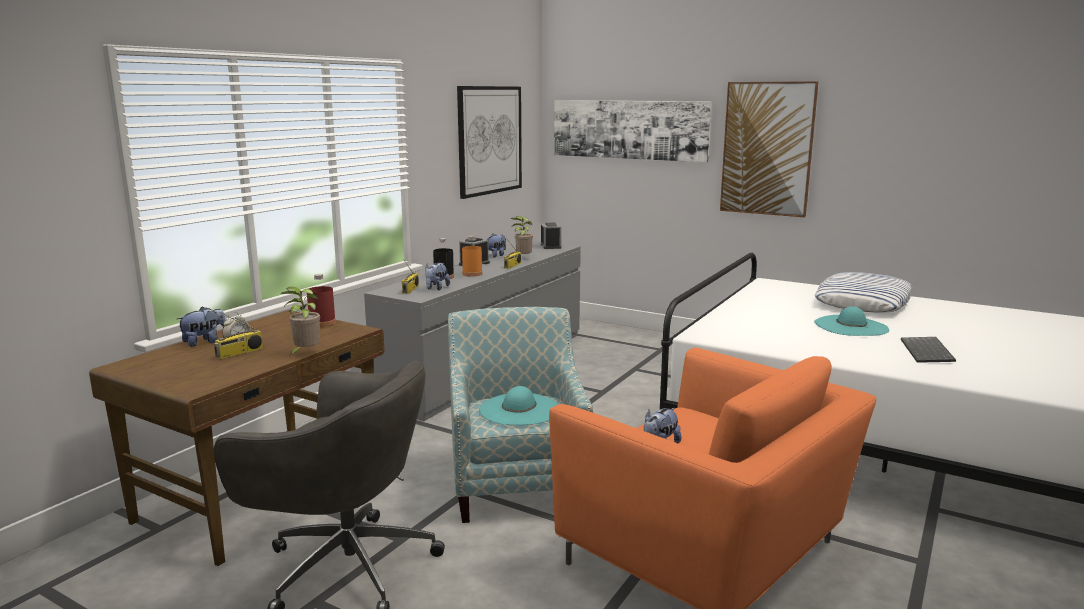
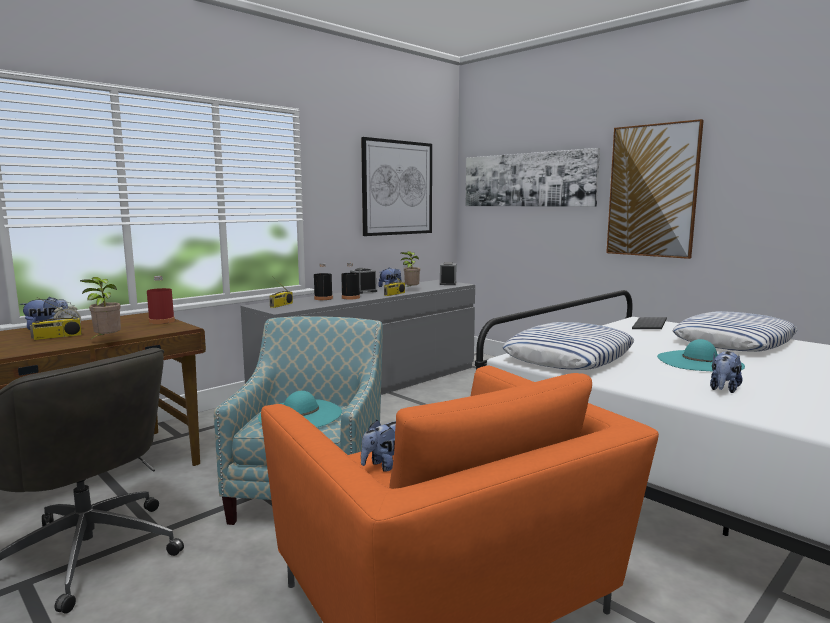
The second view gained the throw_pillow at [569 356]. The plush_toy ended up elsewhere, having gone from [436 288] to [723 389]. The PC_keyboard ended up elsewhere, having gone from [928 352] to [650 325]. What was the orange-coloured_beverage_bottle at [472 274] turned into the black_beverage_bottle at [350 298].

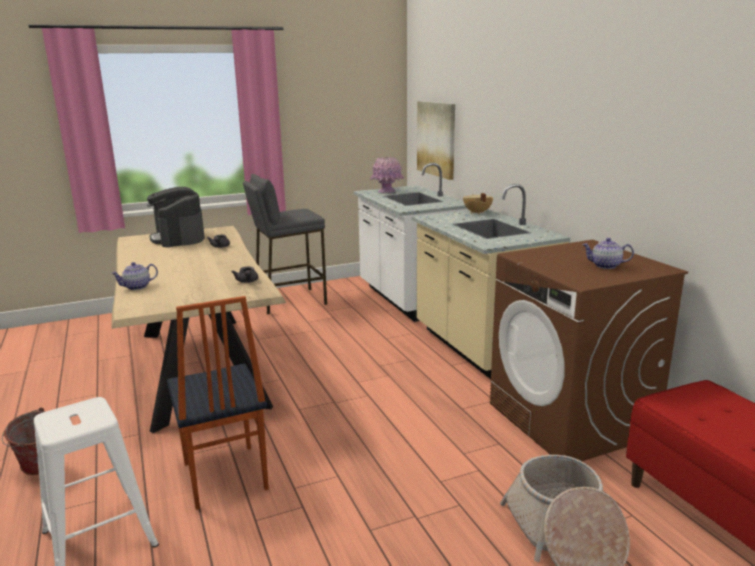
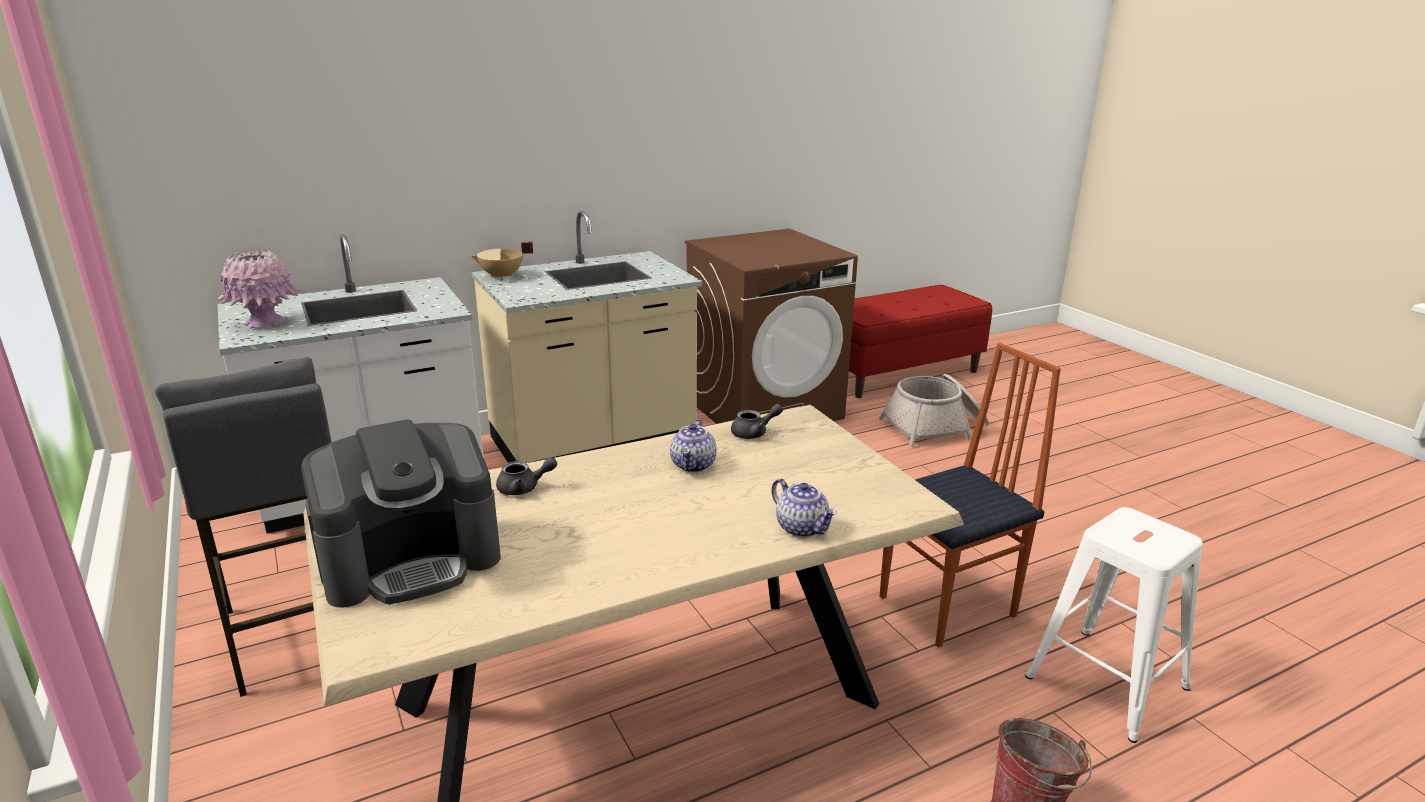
The second view lost the wall_picture at [436 139]. The pot_for_tea ended up elsewhere, having gone from [605 266] to [693 465].

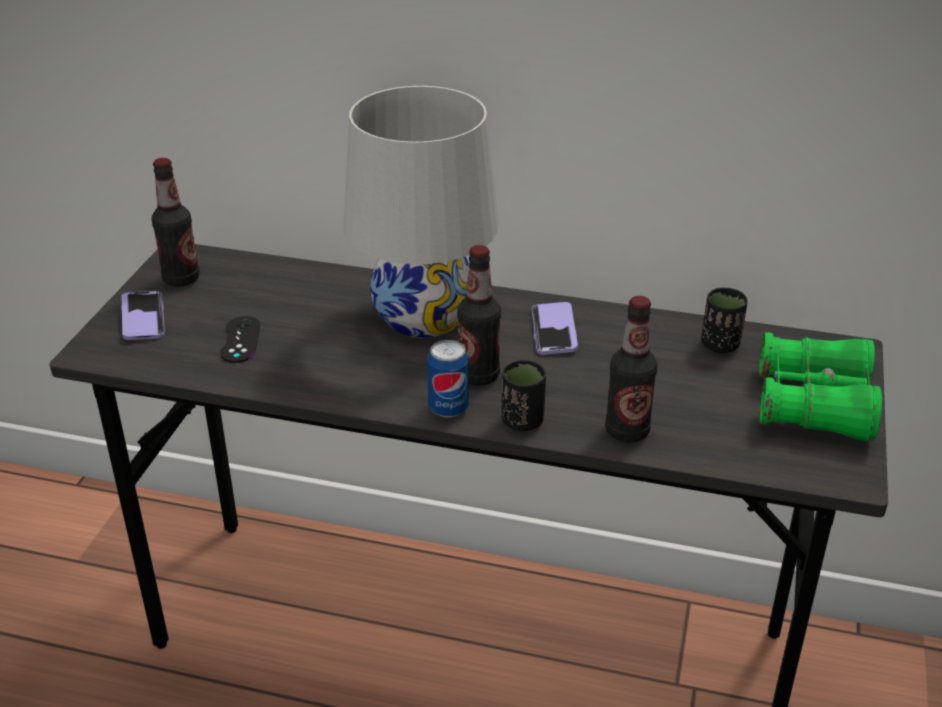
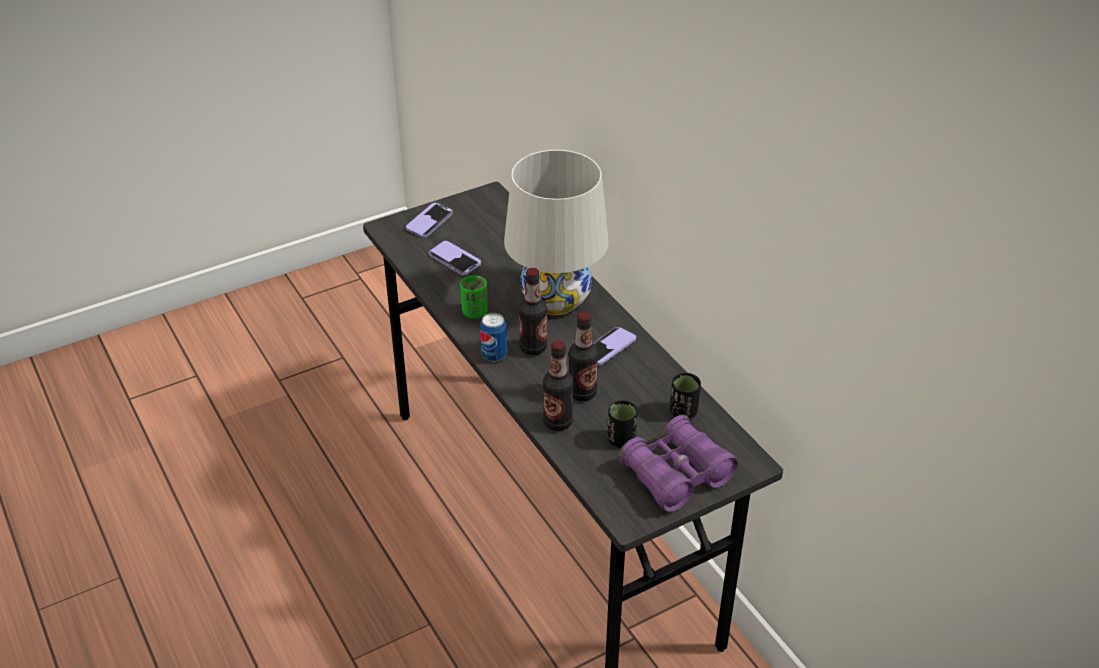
The second view gained the green-coloured_drinking_cup at [475 312]. The beverage_bottle ended up elsewhere, having gone from [181 279] to [582 393]. The black_drinking_cup ended up elsewhere, having gone from [522 421] to [621 440]. Where the black_gamepad stood at [240 340], the handset came to stand at [454 260]. What was the green-coloured_pair_of_binoculars at [814 404] turned into the purple-coloured_pair_of_binoculars at [676 475].

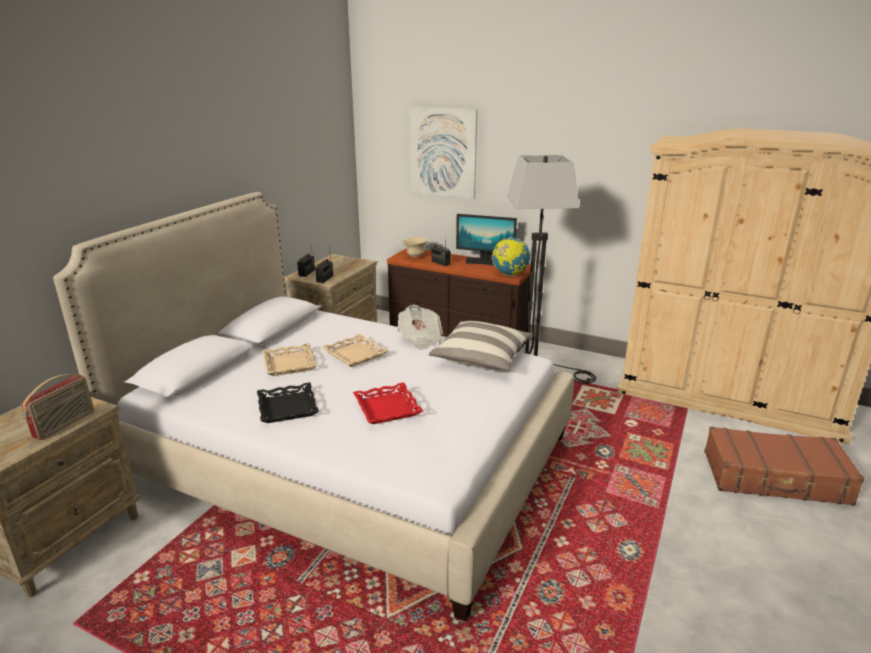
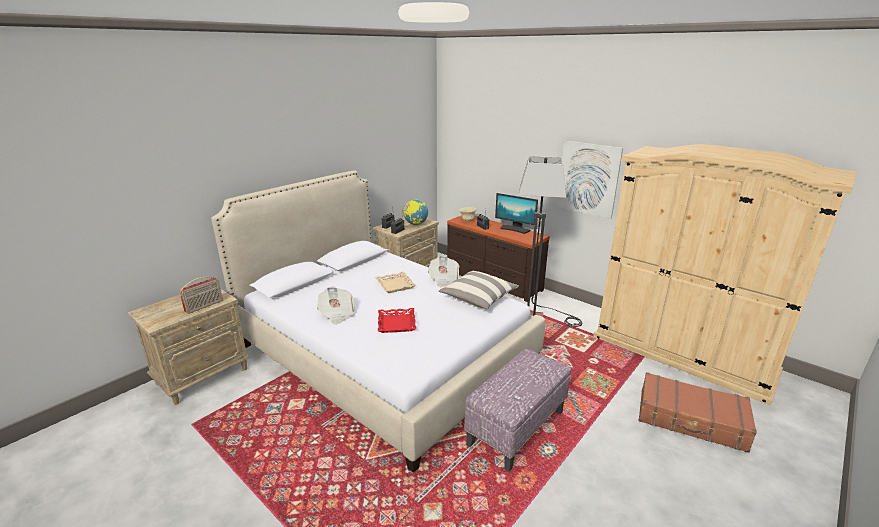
The second view lost the beige_tray at [289 364]. The second view gained the ottoman at [516 427]. The wall_picture ended up elsewhere, having gone from [442 152] to [588 179]. The globe ended up elsewhere, having gone from [509 274] to [415 224]. Where the black_tray stood at [288 407], the printed_paper came to stand at [337 314].

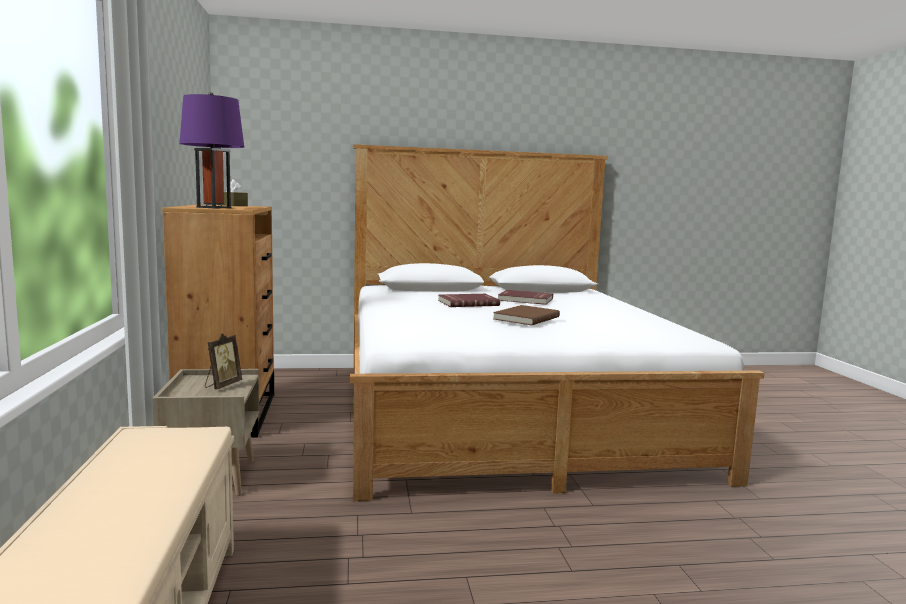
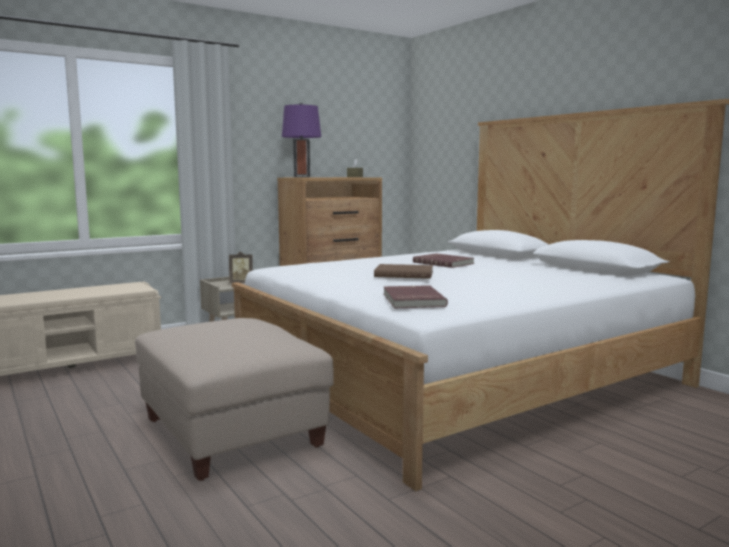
The second view gained the beige_ottoman at [232 433]. The reddish_book ended up elsewhere, having gone from [525 300] to [412 300].

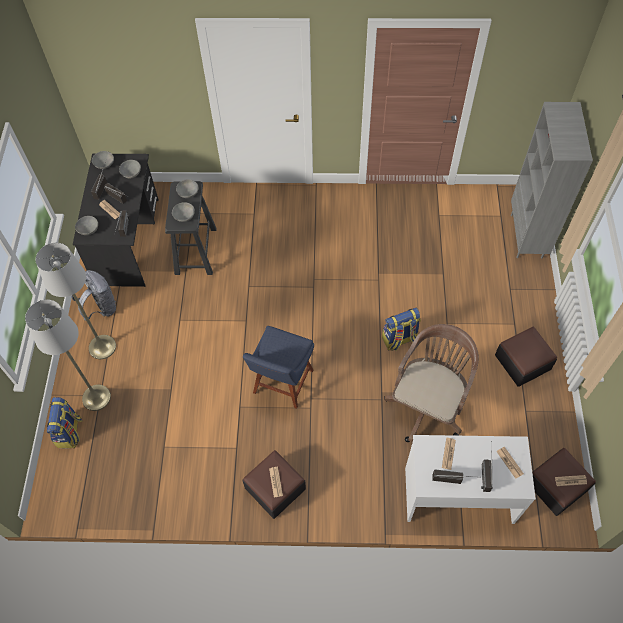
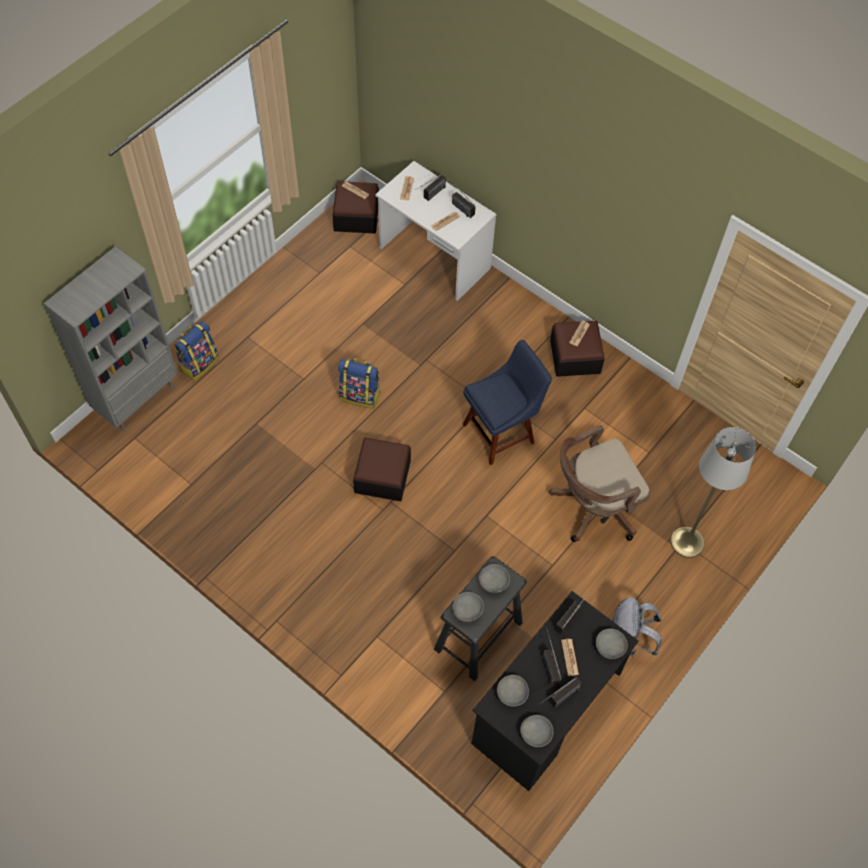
The second view lost the greyish_standing_lamp at [102 347]. The rucksack ended up elsewhere, having gone from [70 432] to [199 364]. The brown-coloured_office_chair ended up elsewhere, having gone from [428 403] to [592 507]. The ottoman ended up elsewhere, having gone from [522 362] to [382 476].

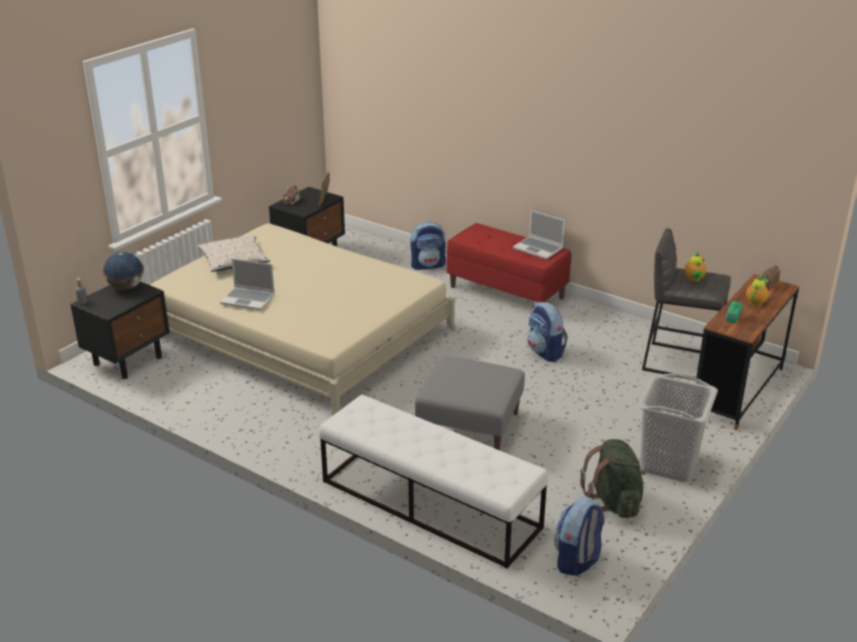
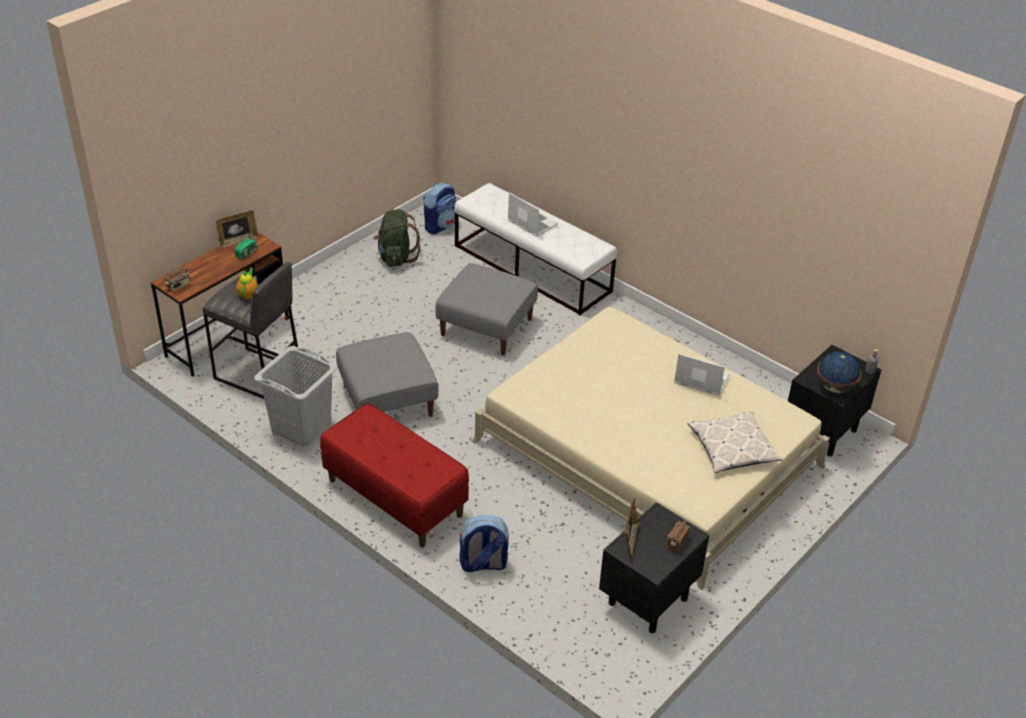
The second view lost the pot_for_tea at [756 302]. The second view gained the photo_frame at [238 241]. The notebook_computer ended up elsewhere, having gone from [539 249] to [531 223]. The greyish_hamper ended up elsewhere, having gone from [669 463] to [301 427]. Where the rucksack stood at [545 352], the greyish_ottoman came to stand at [387 400].

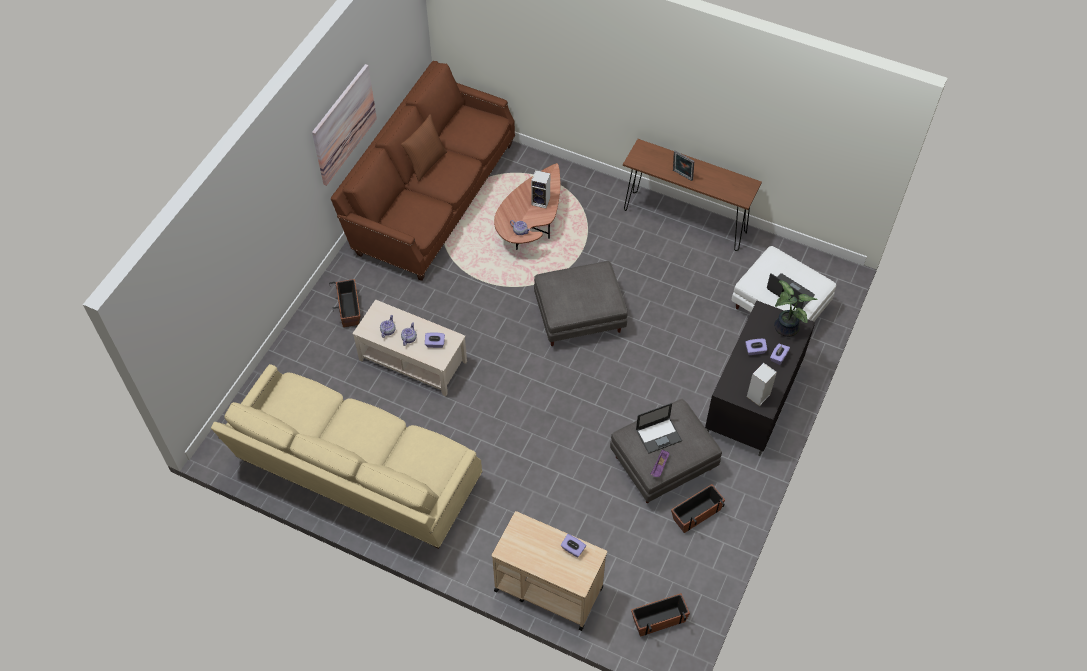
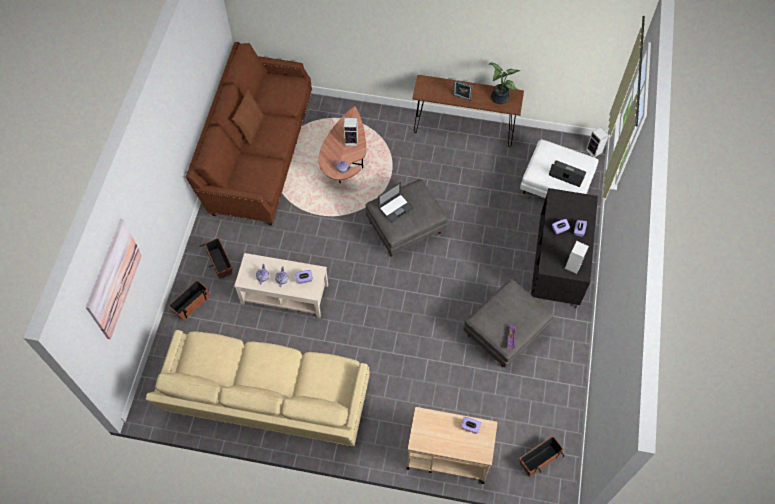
The second view gained the loudspeaker at [594 151]. The wall_picture ended up elsewhere, having gone from [344 124] to [113 279]. The notebook_computer ended up elsewhere, having gone from [659 435] to [396 207]. The planter ended up elsewhere, having gone from [696 514] to [191 304]. The houseplant ended up elsewhere, having gone from [784 327] to [498 98].

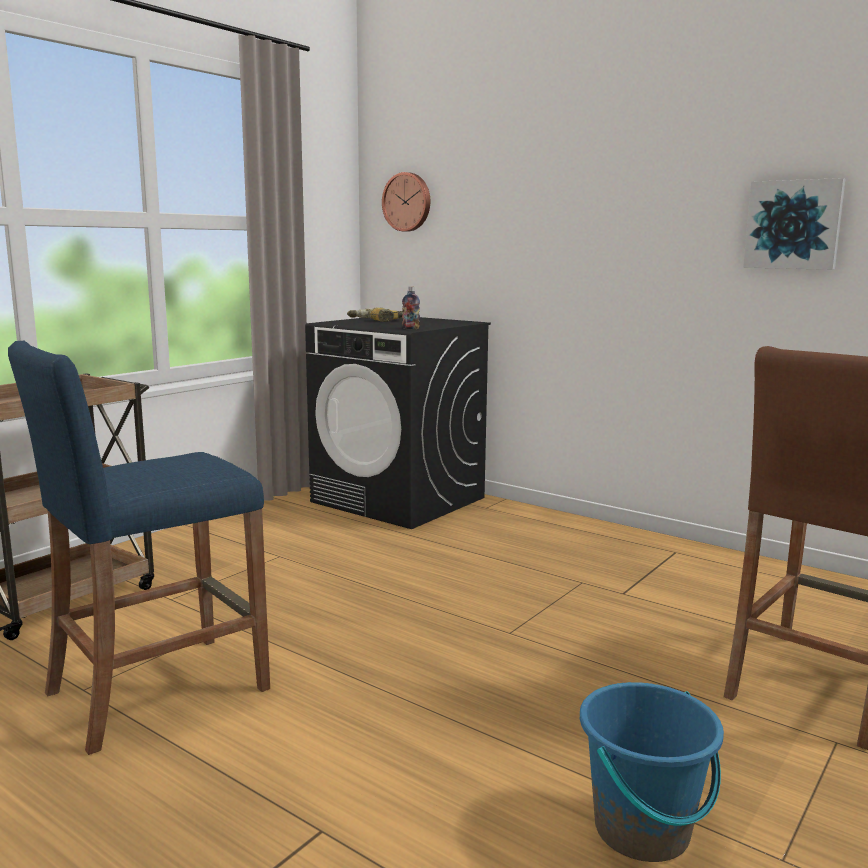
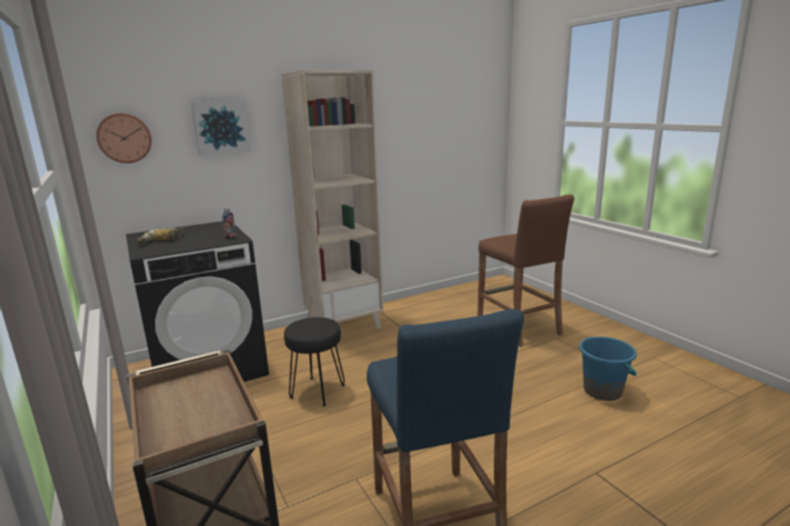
The second view gained the beige_shelving_unit at [344 326]. The second view gained the black_stool_seat at [317 390]. The wall_picture ended up elsewhere, having gone from [793 225] to [221 127].

